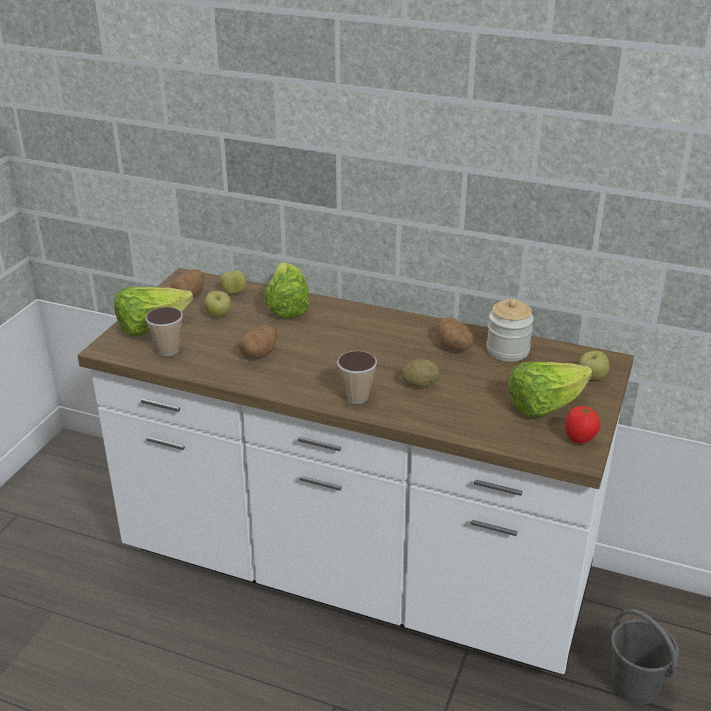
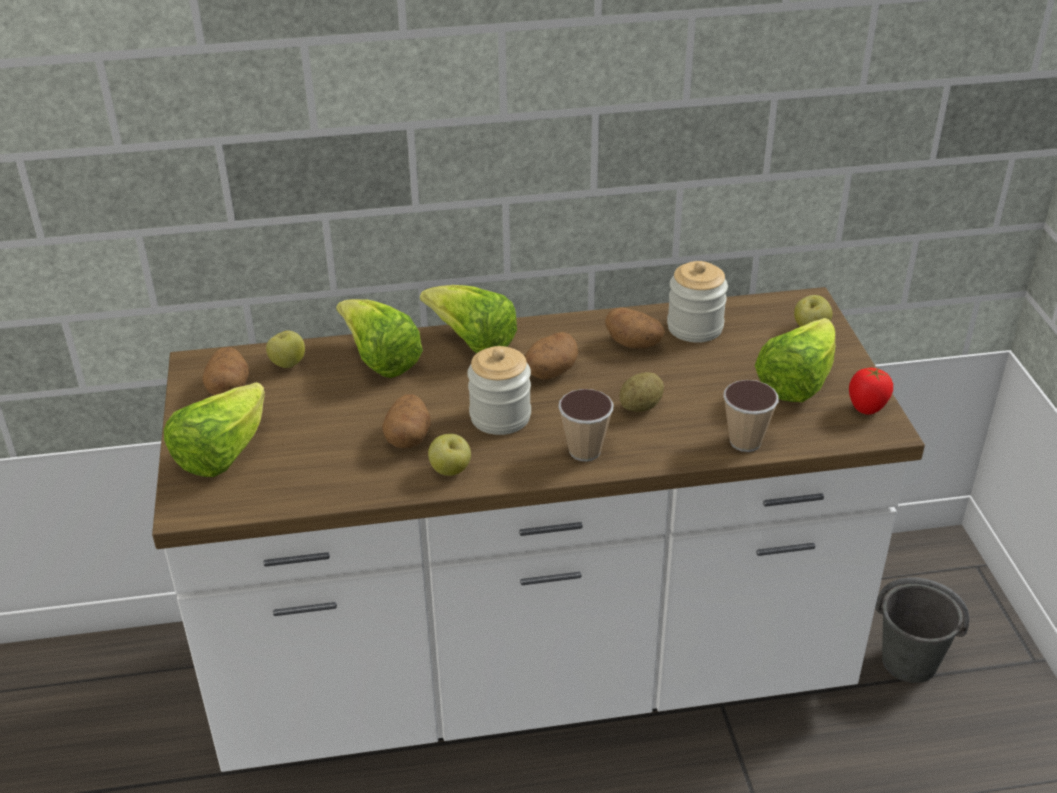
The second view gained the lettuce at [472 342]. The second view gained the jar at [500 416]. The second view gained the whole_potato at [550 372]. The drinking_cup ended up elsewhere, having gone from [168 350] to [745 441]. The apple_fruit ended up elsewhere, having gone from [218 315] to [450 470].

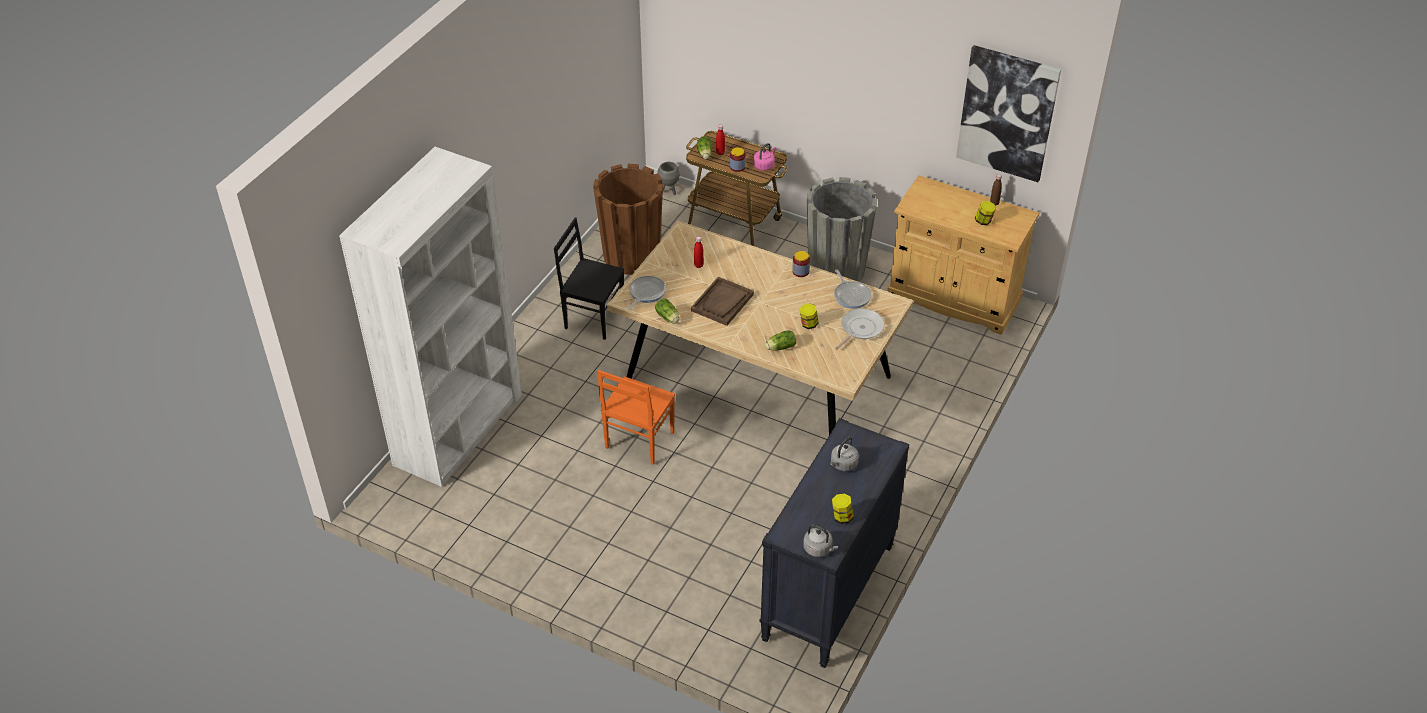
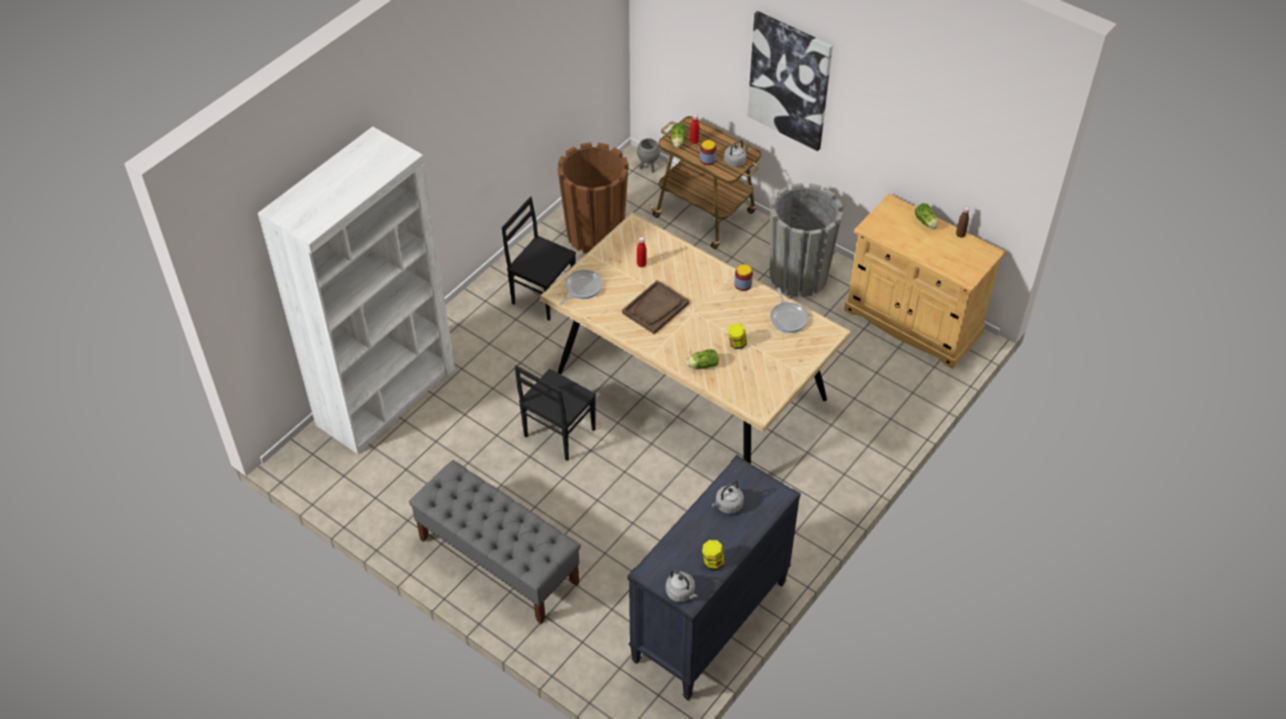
The second view lost the frying_pan at [860 329]. The second view lost the jar at [983 221]. The second view gained the greyish_bench at [498 561]. The lettuce ended up elsewhere, having gone from [668 318] to [926 222]. The wall_picture ended up elsewhere, having gone from [1007 113] to [789 80]. What was the orange-coloured_chair at [638 440] turned into the black_chair at [558 433]. What was the pink-coloured_kettle at [764 165] turned into the greyish_kettle at [736 161].

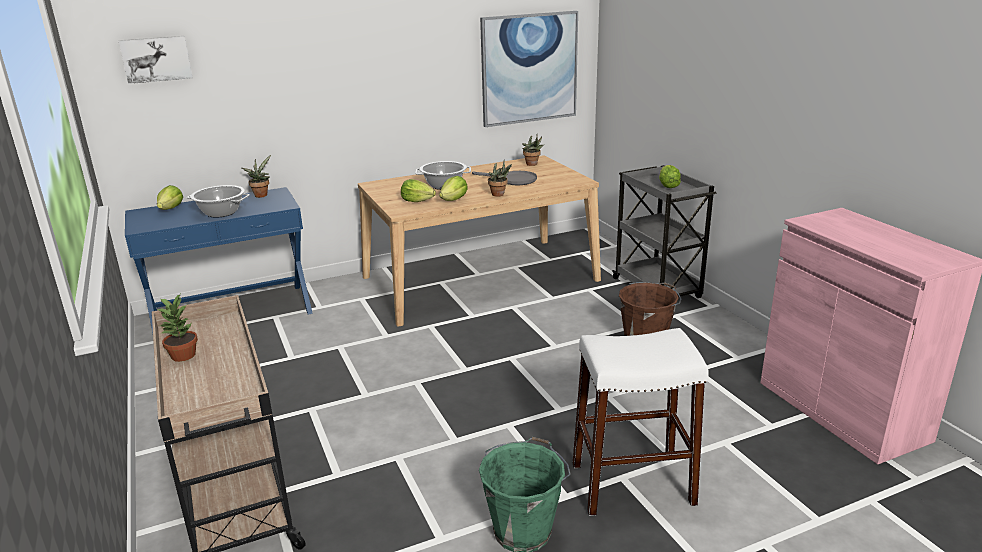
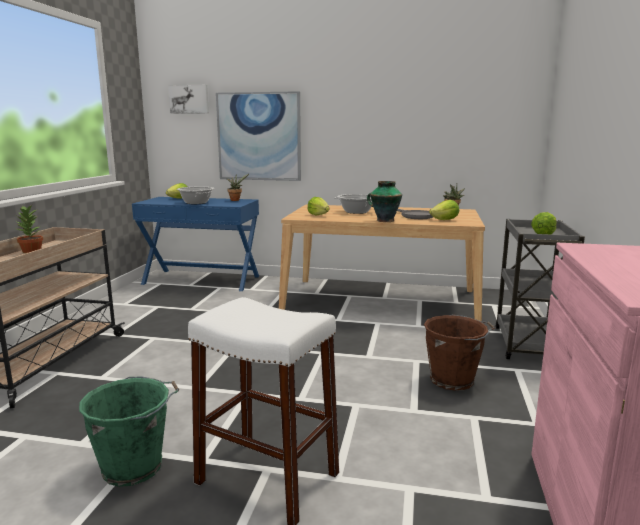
The lettuce ended up elsewhere, having gone from [454 200] to [445 220]. The wall_picture ended up elsewhere, having gone from [529 68] to [259 136]. Where the houseplant stood at [499 194], the flower_vase came to stand at [384 220].

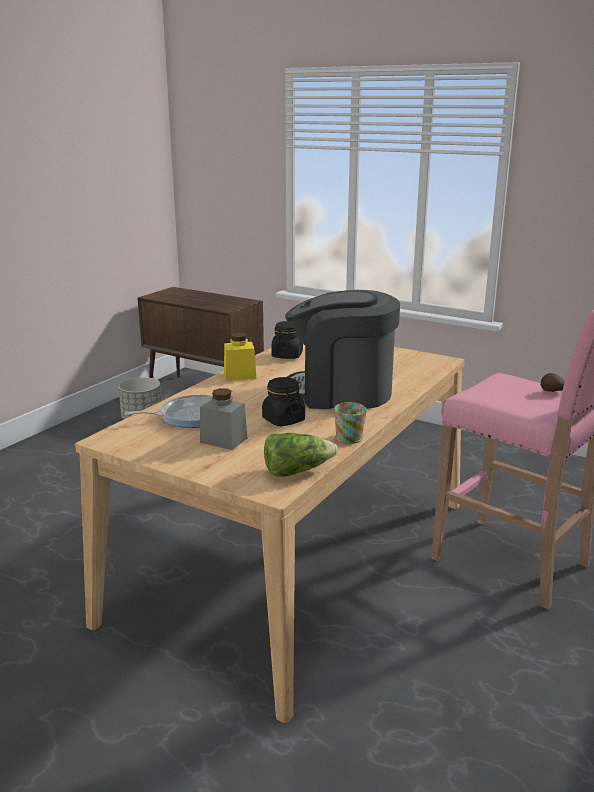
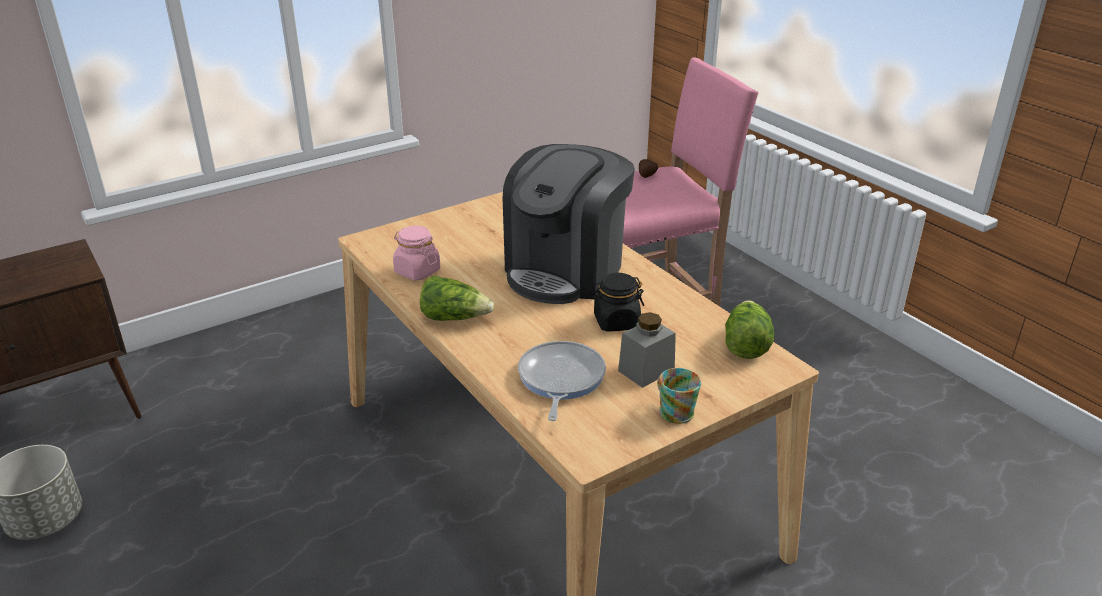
The coffee_mug ended up elsewhere, having gone from [351 436] to [673 410]. Where the yellow-coloured_jar stood at [240 375], the lettuce came to stand at [454 318]. What was the black_jar at [287 355] turned into the pink-coloured_jar at [417 271].

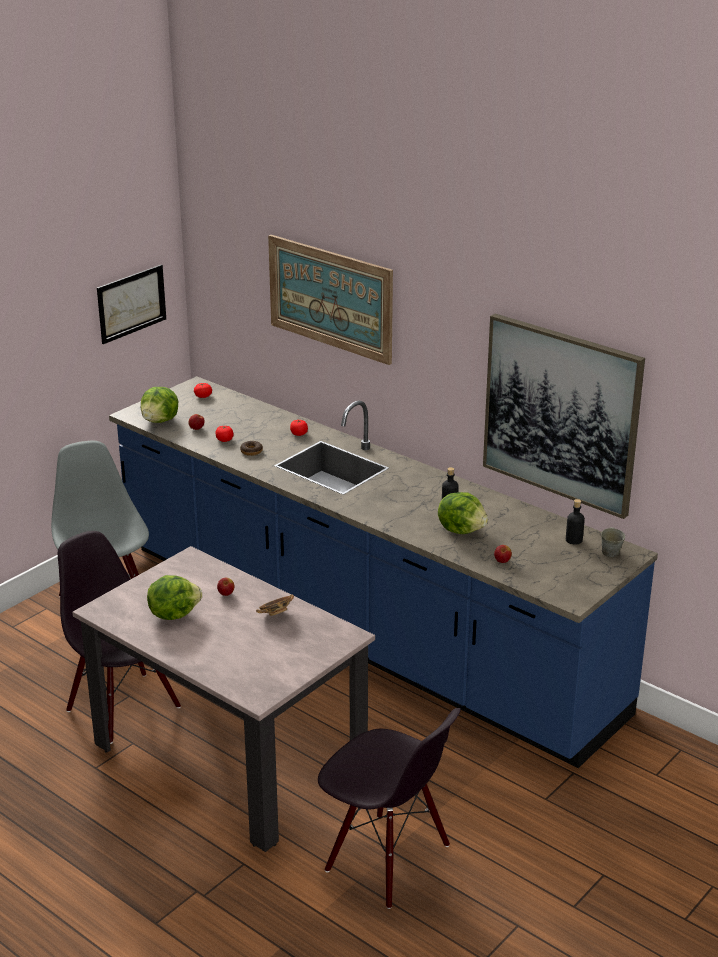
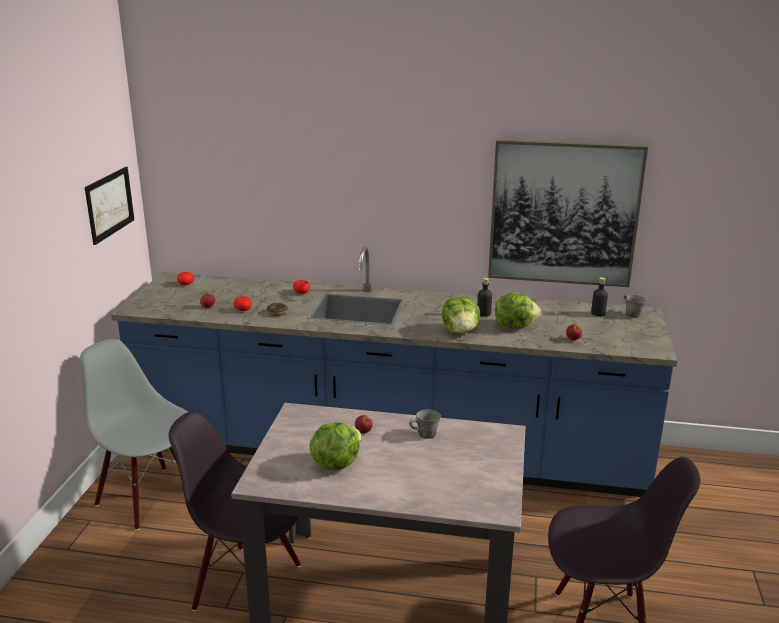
The second view lost the wall_picture at [330 298]. The lettuce ended up elsewhere, having gone from [160 421] to [460 331]. Where the serving_bowl stood at [275 614], the greyish_coffee_mug came to stand at [425 434].

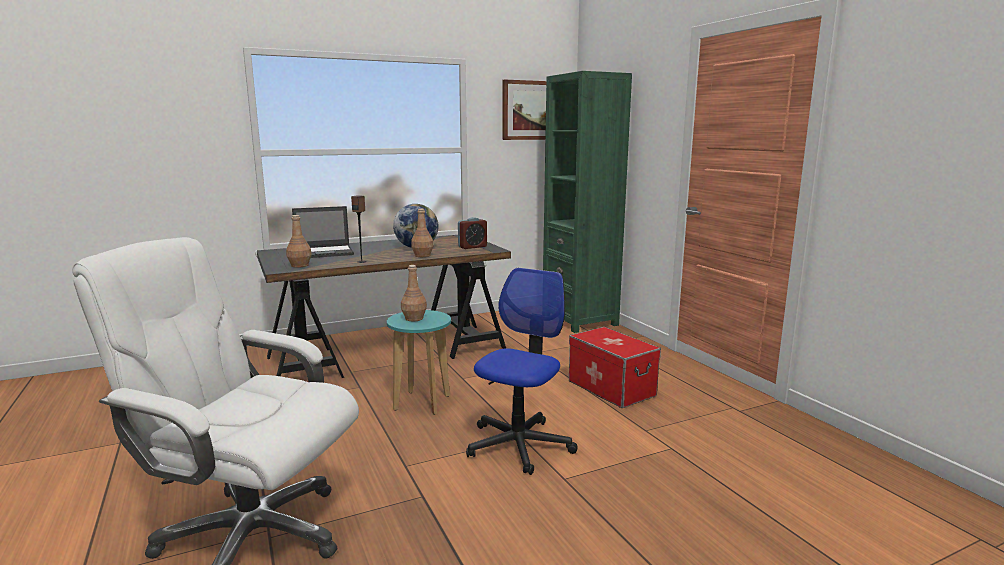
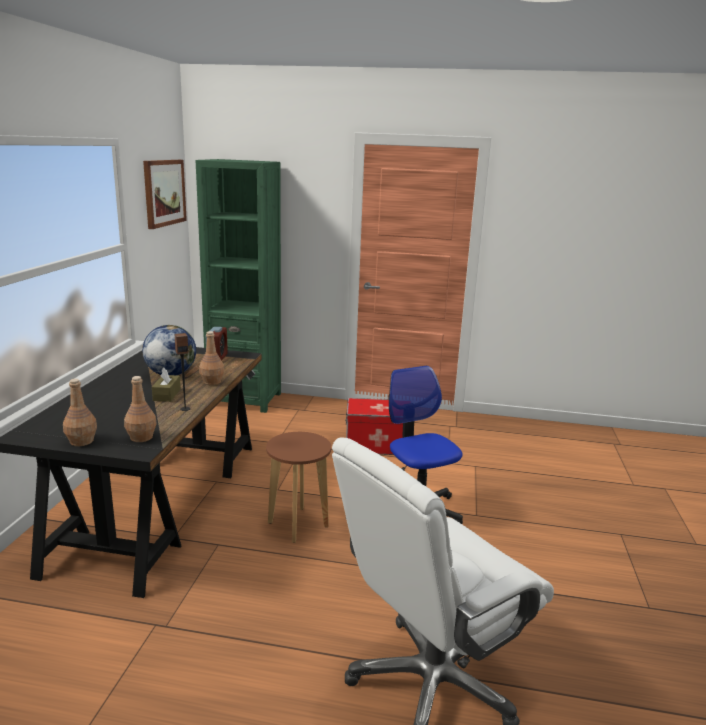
The second view lost the notebook_computer at [325 252]. The second view gained the brown-coloured_tissue_box at [167 394]. The brown-coloured_beverage_bottle ended up elsewhere, having gone from [414 318] to [82 441]. What was the turquoise_stool_seat at [422 403] turned into the brown-coloured_stool_seat at [298 525].

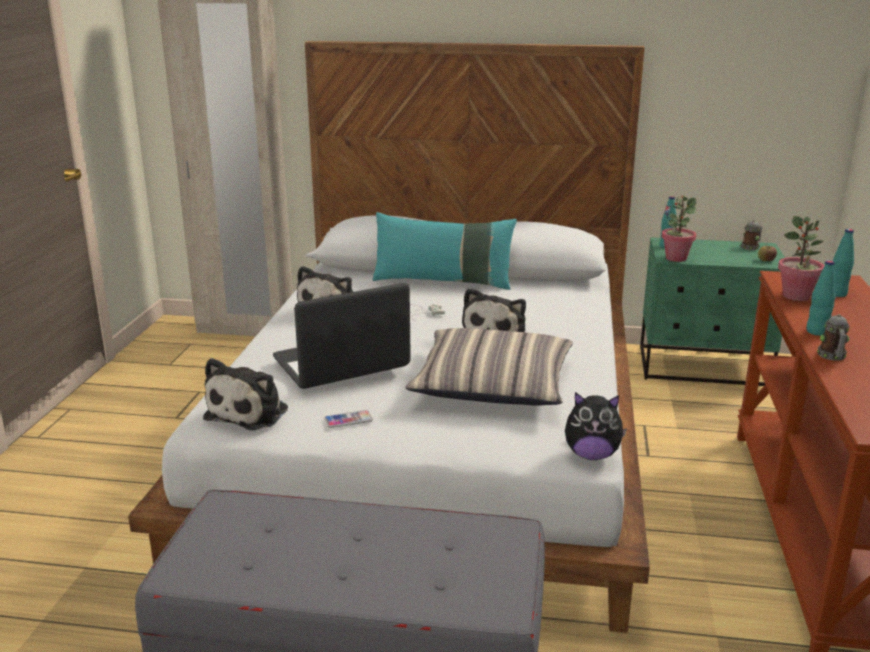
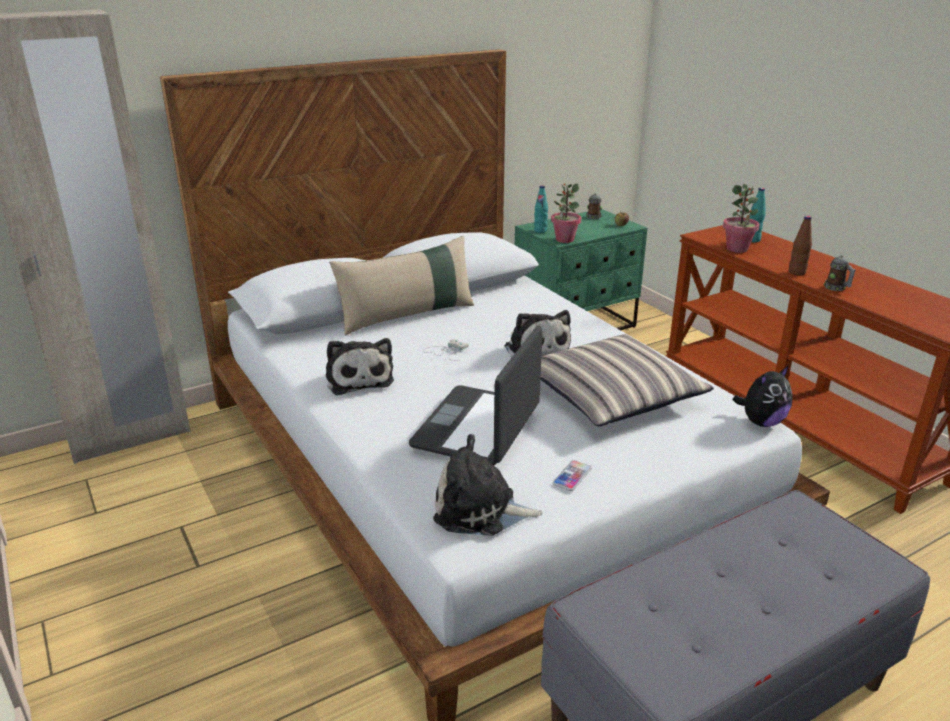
What was the turquoise_throw_pillow at [443 282] turned into the beige_throw_pillow at [407 315]. What was the turquoise_beverage_bottle at [817 332] turned into the brown-coloured_beverage_bottle at [796 272]. The plush_toy at [250 412] ended up facing another way, 120 degrees clockwise from before.

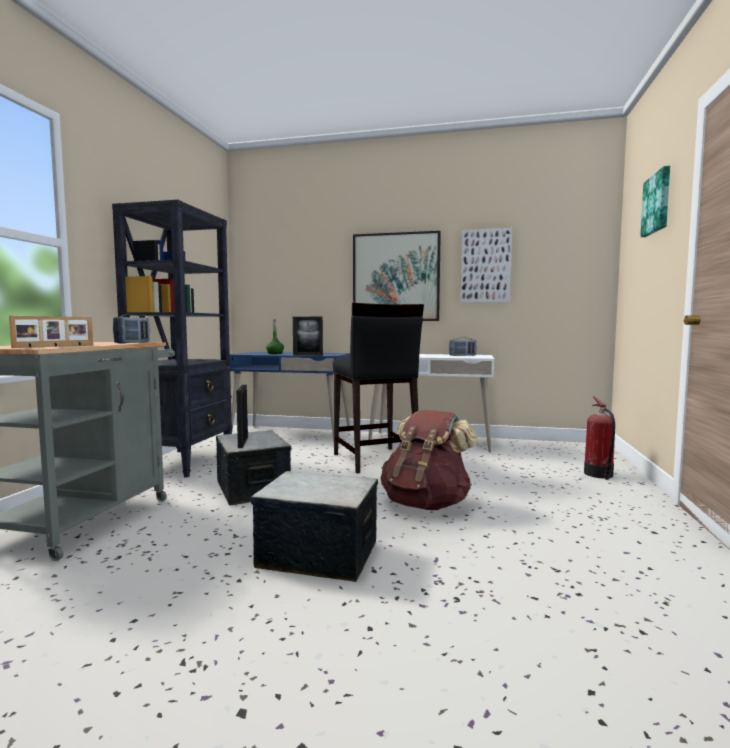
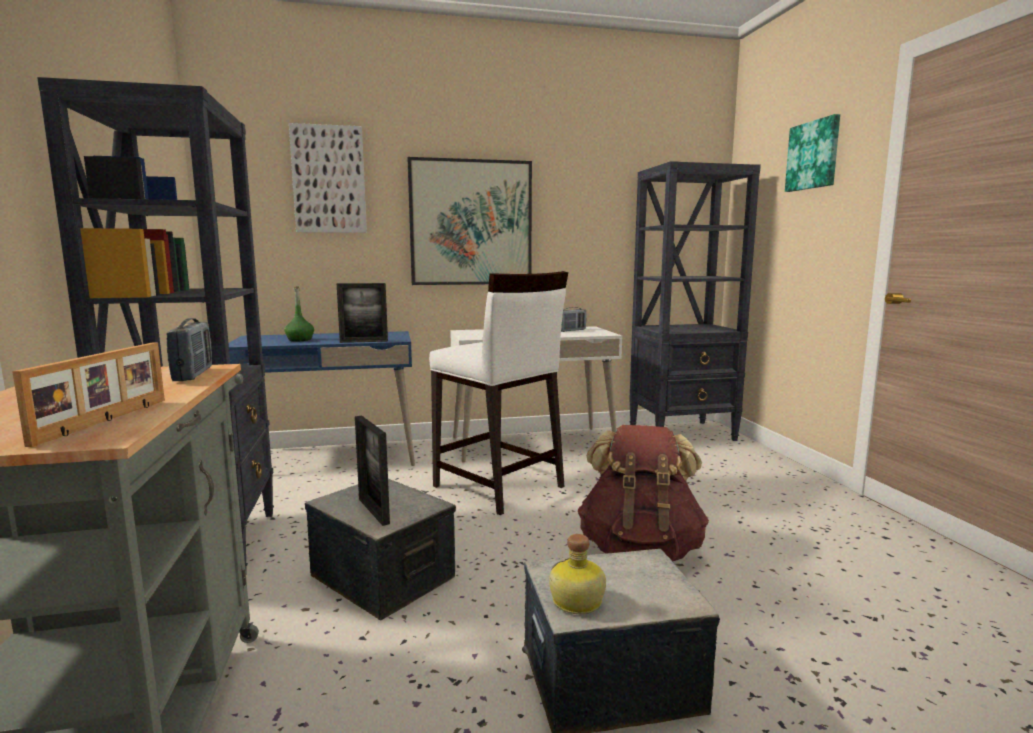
The second view lost the fire-fighting_cylinder at [599 474]. The second view gained the beverage_bottle at [576 602]. The second view gained the black_shelving_unit at [683 433]. The wall_picture ended up elsewhere, having gone from [485 266] to [329 179]. What was the black_stool_seat at [375 460] turned into the whitish_stool_seat at [498 487].

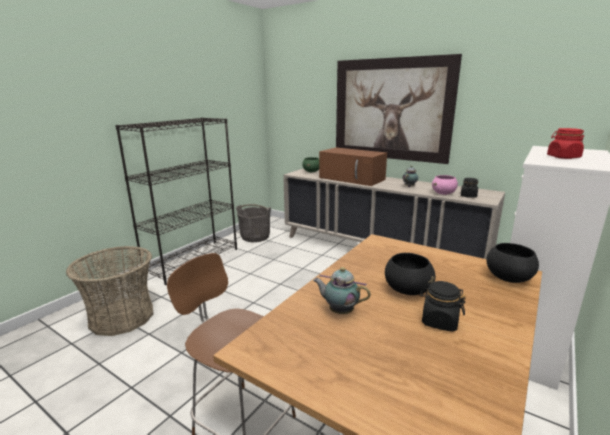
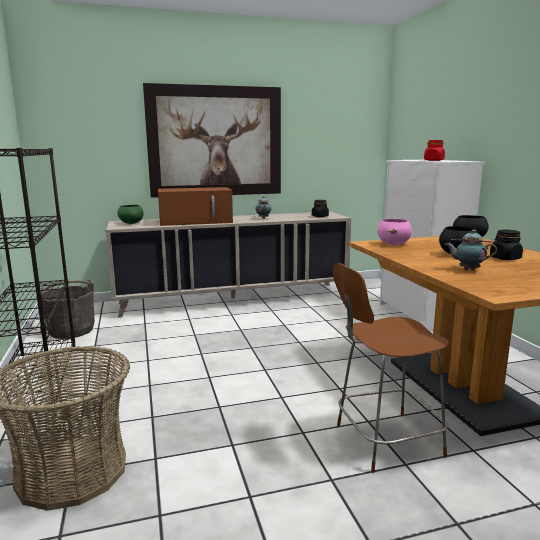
The pink-coloured_serving_bowl ended up elsewhere, having gone from [443 193] to [394 244]. The pot_for_tea at [339 311] ended up facing another way, 45 degrees clockwise from before.

